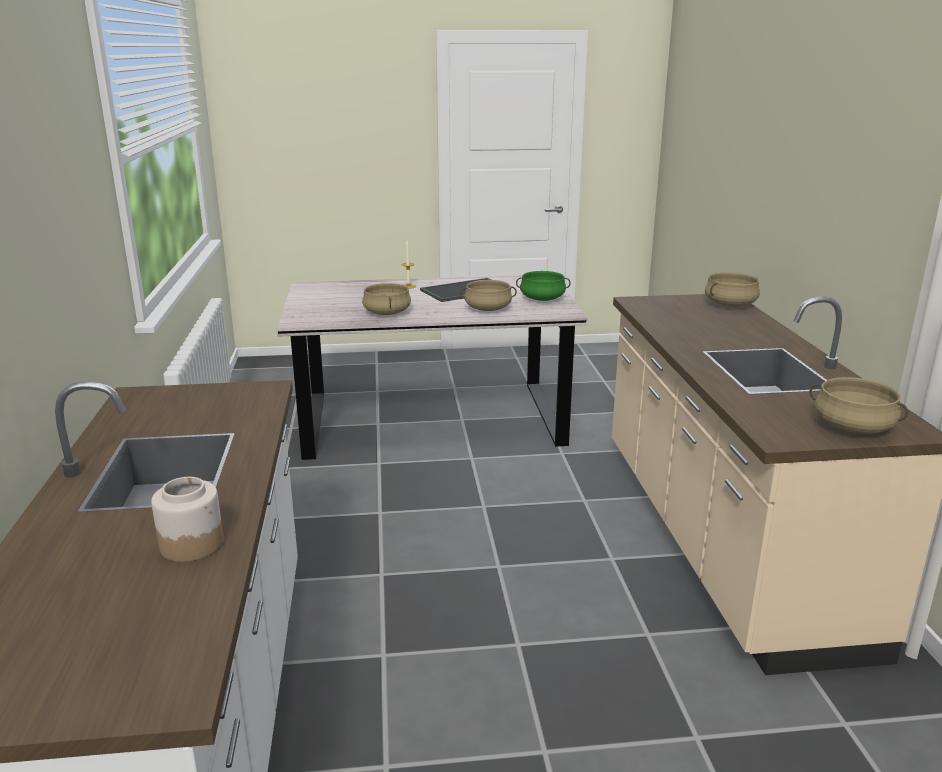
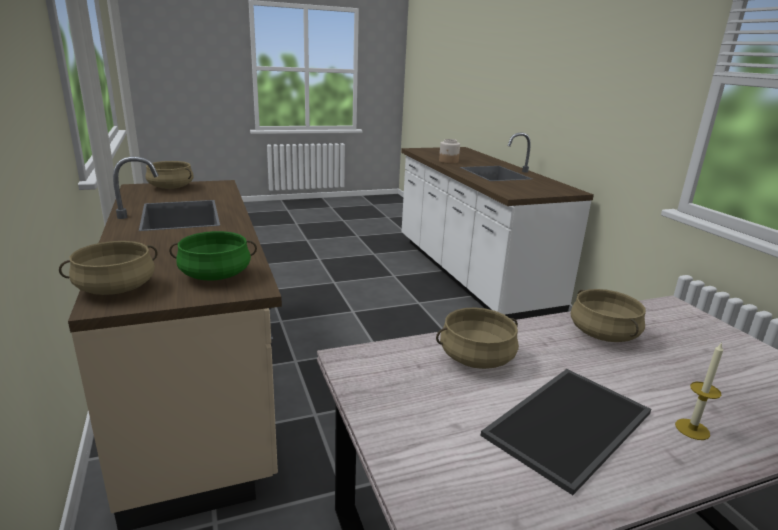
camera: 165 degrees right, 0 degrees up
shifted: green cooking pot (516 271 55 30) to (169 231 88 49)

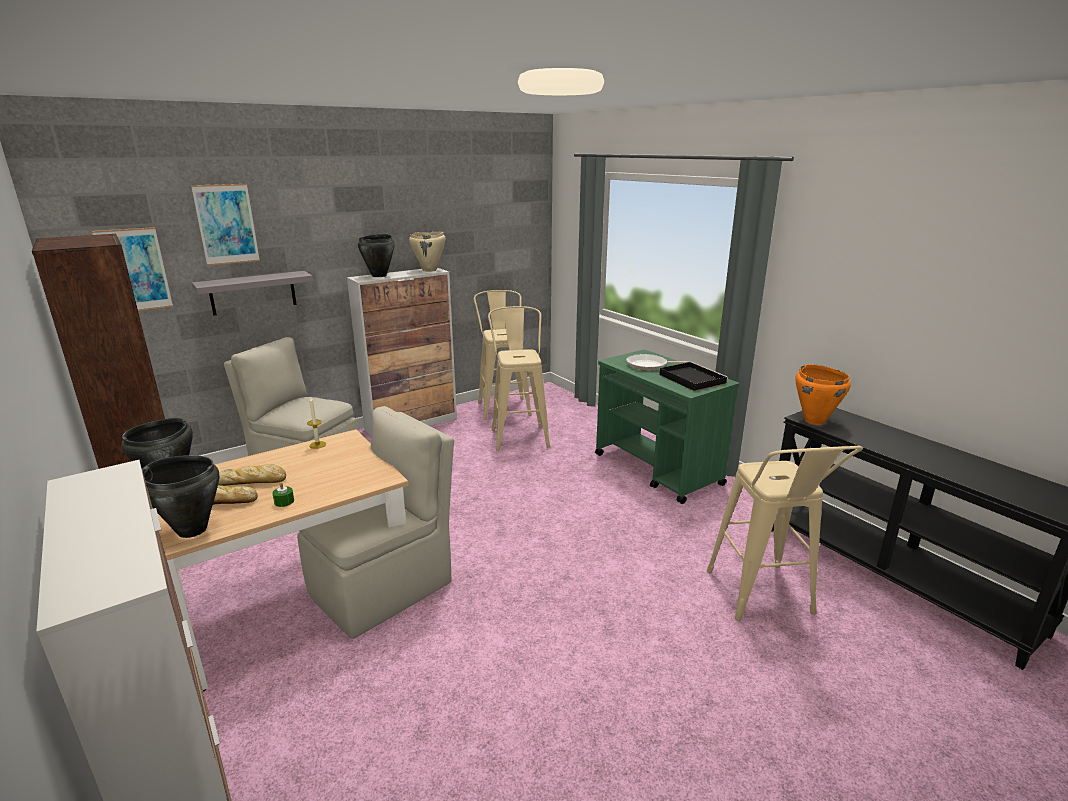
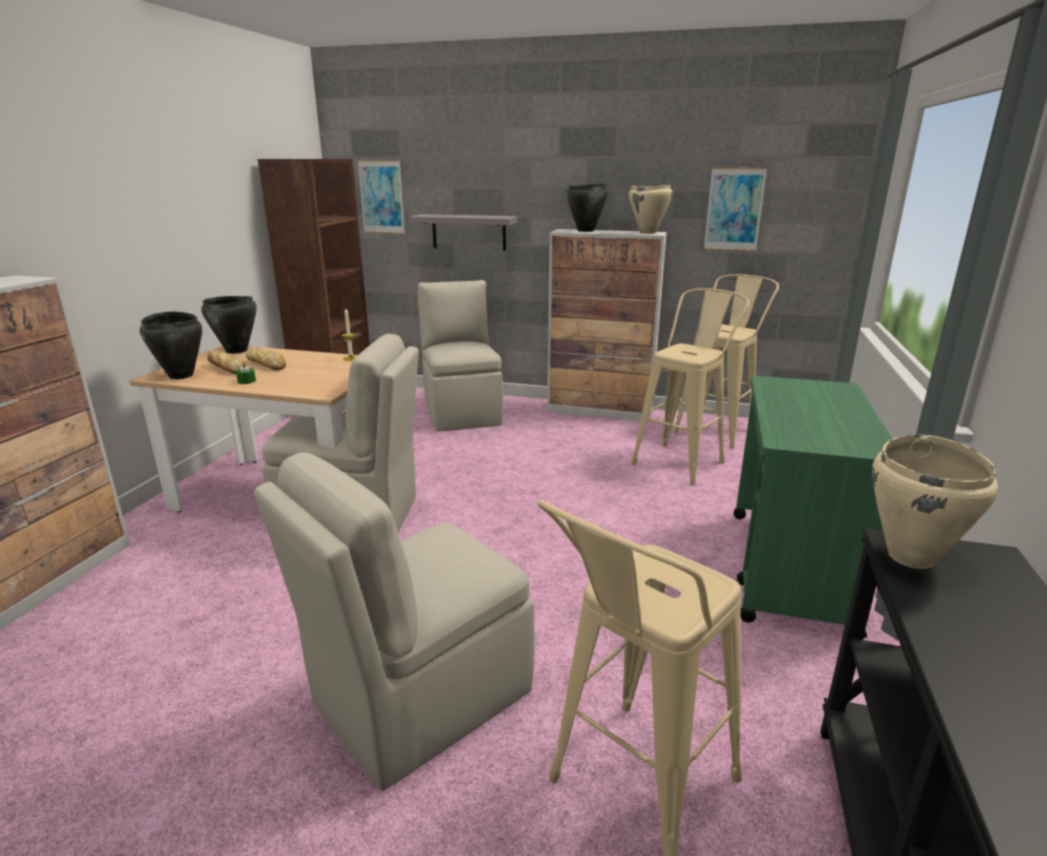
camera: 50 degrees right, 0 degrees up
gone: frying pan (626 354 64 17); black tray (659 362 69 29)
new: beige chair (254 452 281 339)
shifted: picture (191 184 69 82) to (704 168 63 83)
repainted: orange cooking pot (795 364 56 61) to beige cooking pot (872 434 126 135)

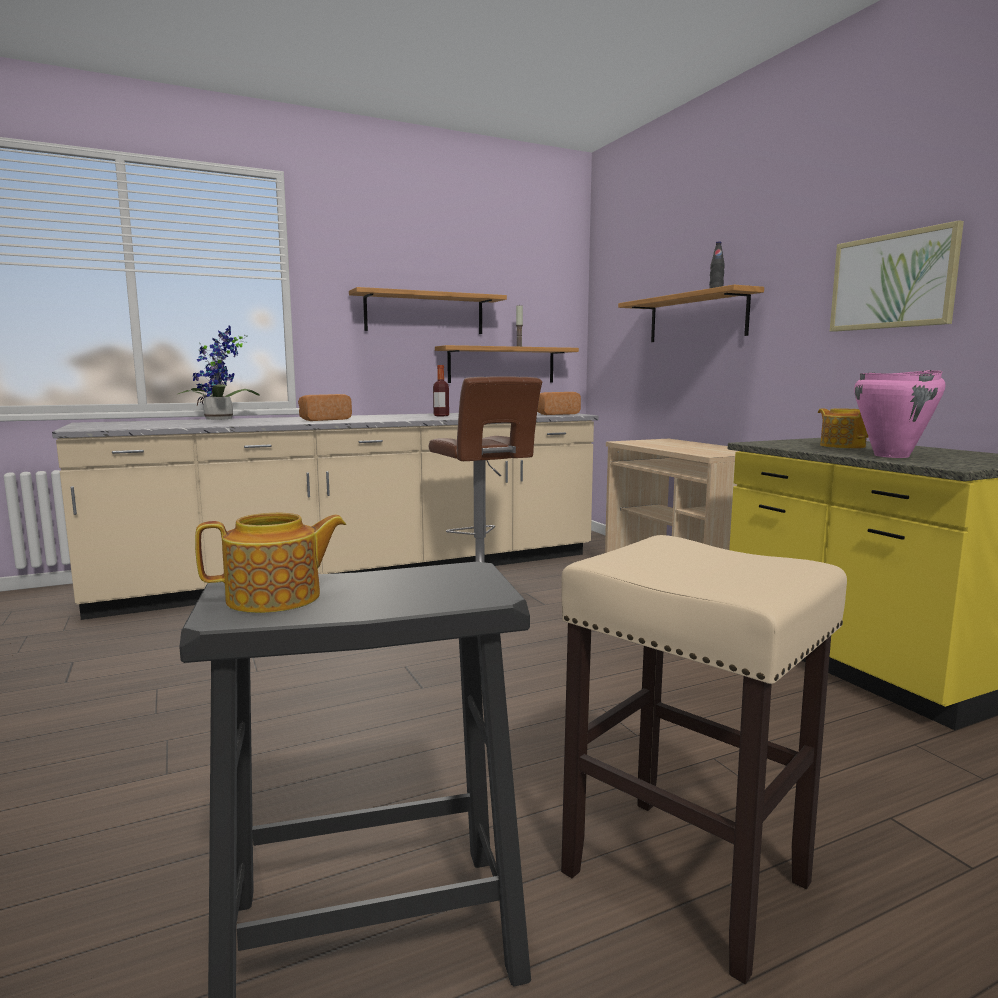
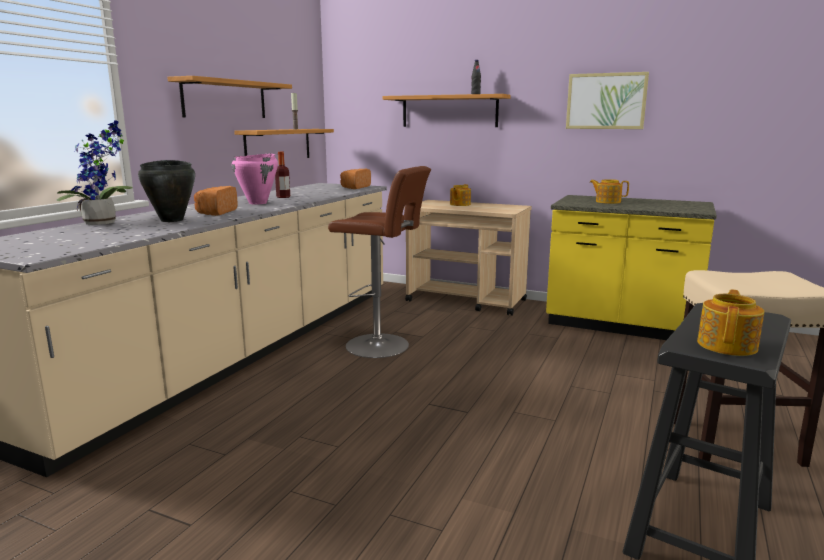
camera: 40 degrees left, 5 degrees up
new: black cooking pot (138 160 57 62); teapot (450 184 21 22)
shifted: pink cooking pot (854 370 91 88) to (232 153 46 51)

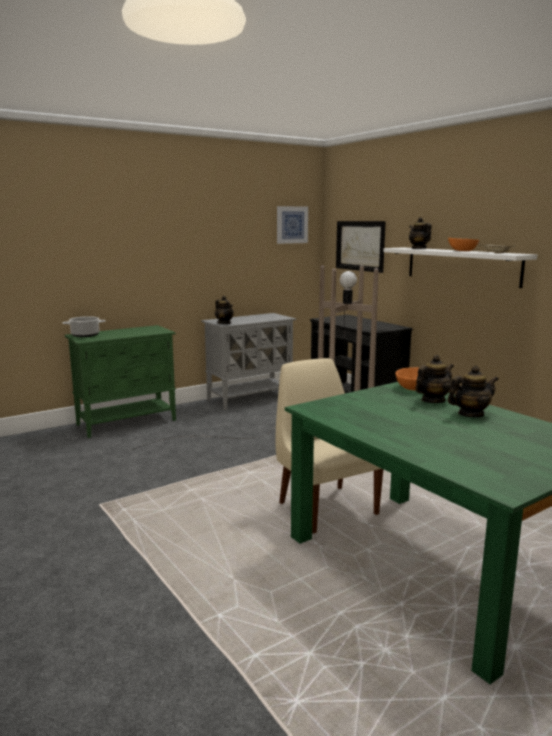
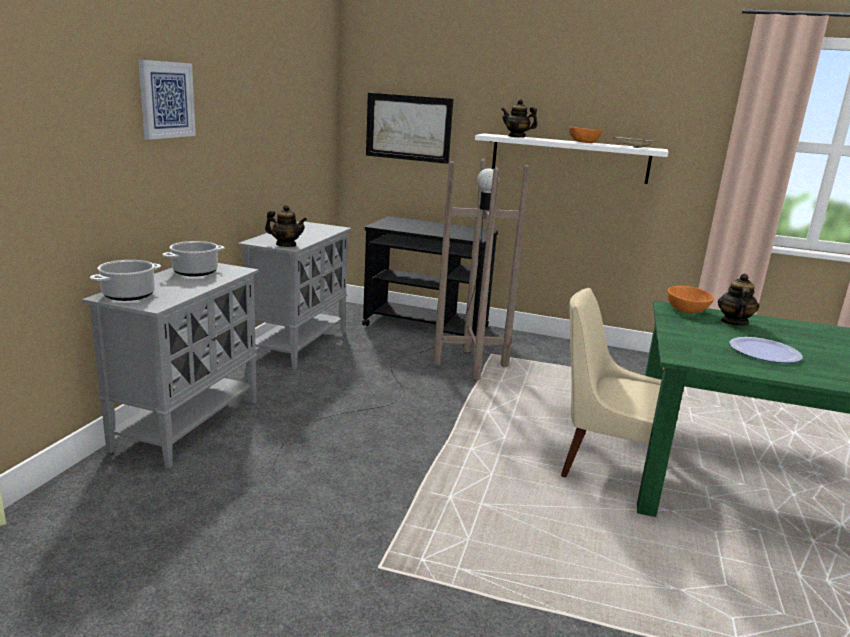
camera: 40 degrees left, 5 degrees up
gone: teapot (448 366 51 51)
new: cooking pot (162 241 62 36); plate (729 337 74 26)
shifted: picture (277 206 31 38) to (138 59 58 81)
repainted: green cabinet (65 325 111 113) to grey cabinet (82 263 177 206)

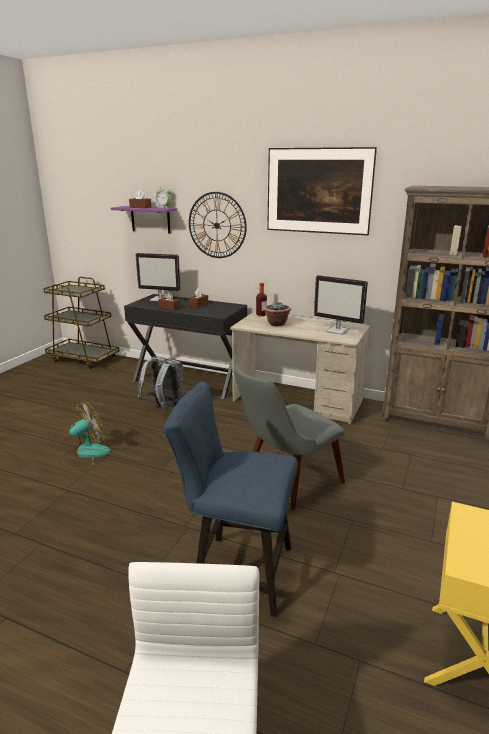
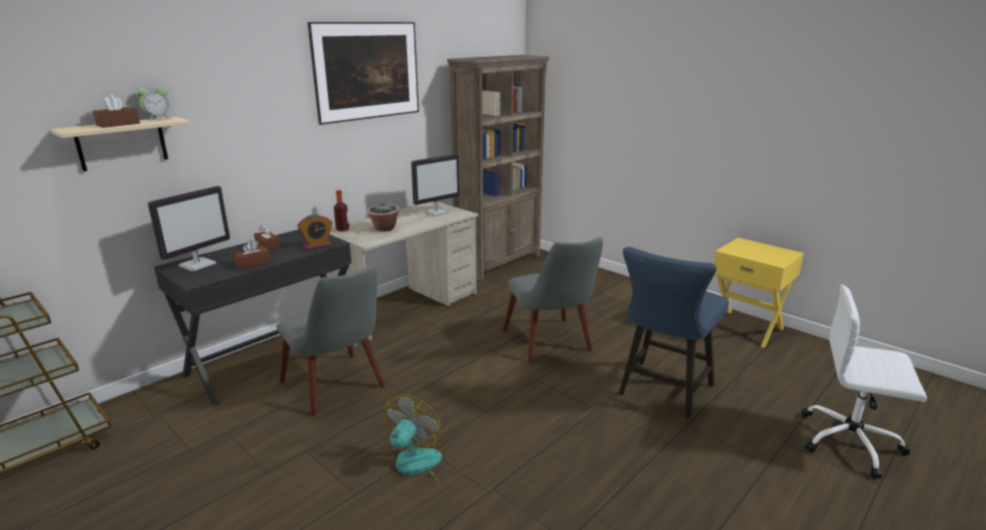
camera: 70 degrees left, 0 degrees up
gone: wall clock (189 192 58 66)
new: alarm clock (297 214 35 36)
swapped: grey backpack (138 357 46 53) to grey chair (277 264 108 152)
repainted: purple shelf (111 206 66 27) to beige shelf (51 117 139 55)
rotated: fan (61 402 49 68) = (382 394 60 101) 45 degrees clockwise

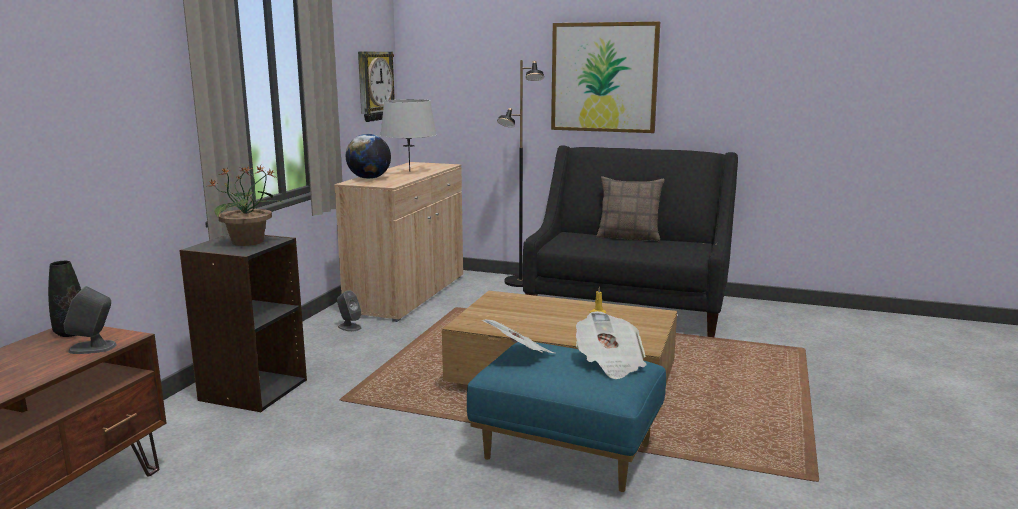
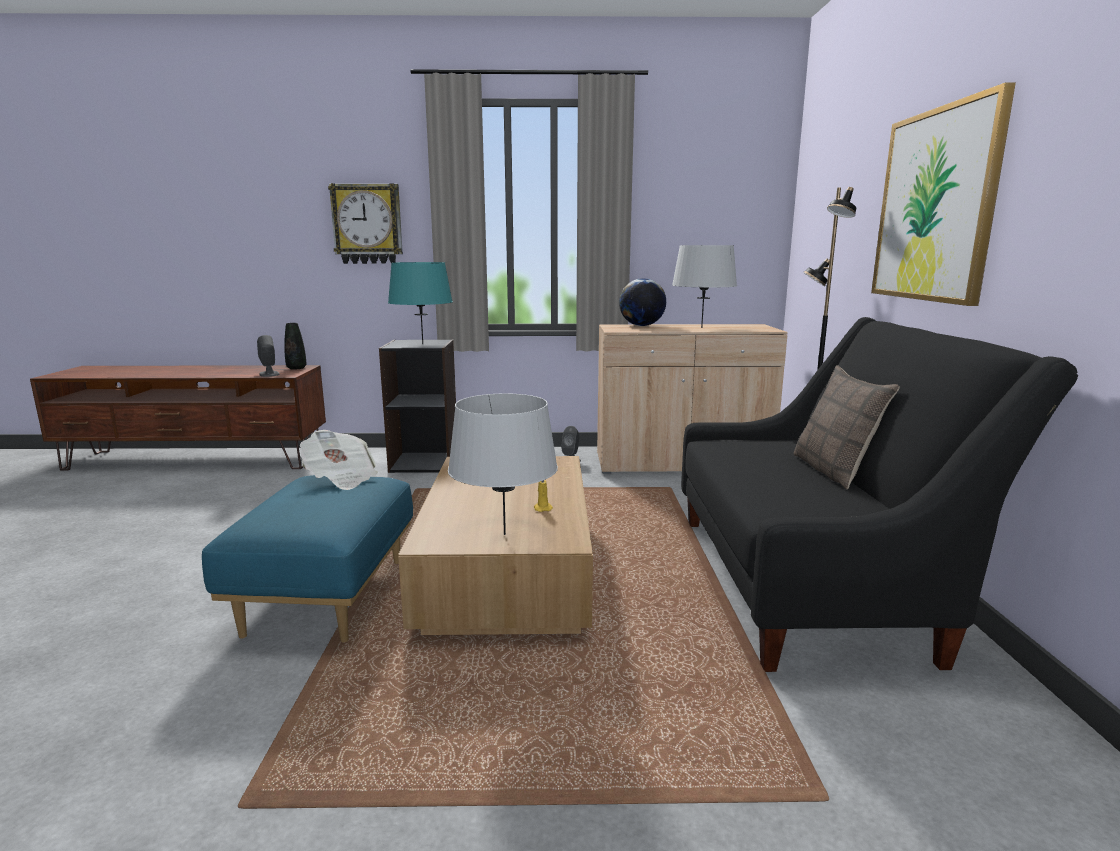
camera: 70 degrees right, 0 degrees up
gone: newspaper (576 311 70 68)
new: grey table lamp (448 393 110 142)
shifted: wall clock (358 51 37 71) to (328 183 75 81)
swapped: potted plant (209 165 76 81) to turquoise table lamp (388 262 65 82)

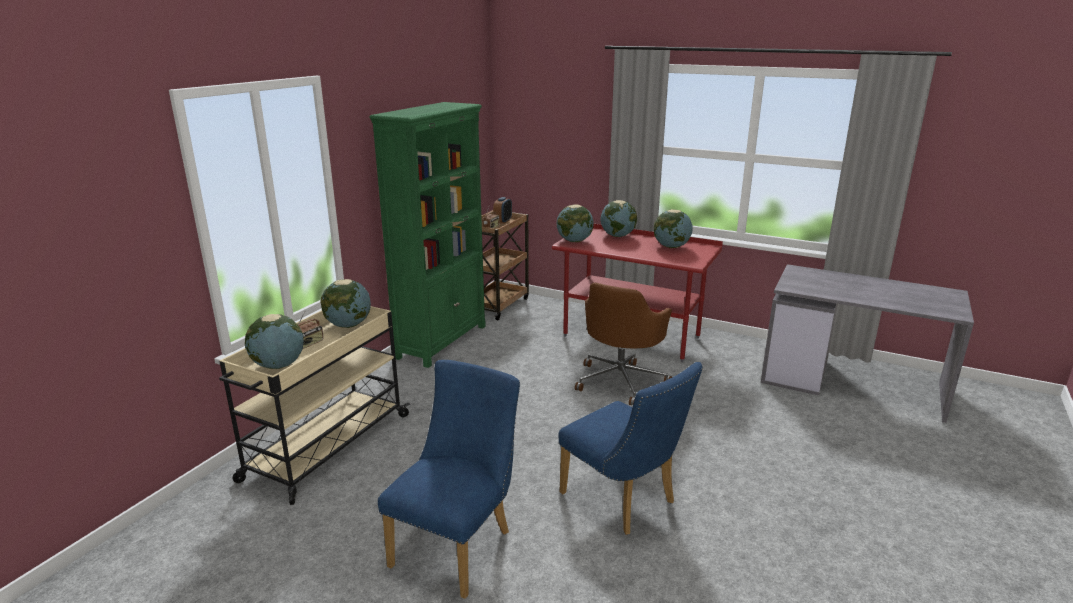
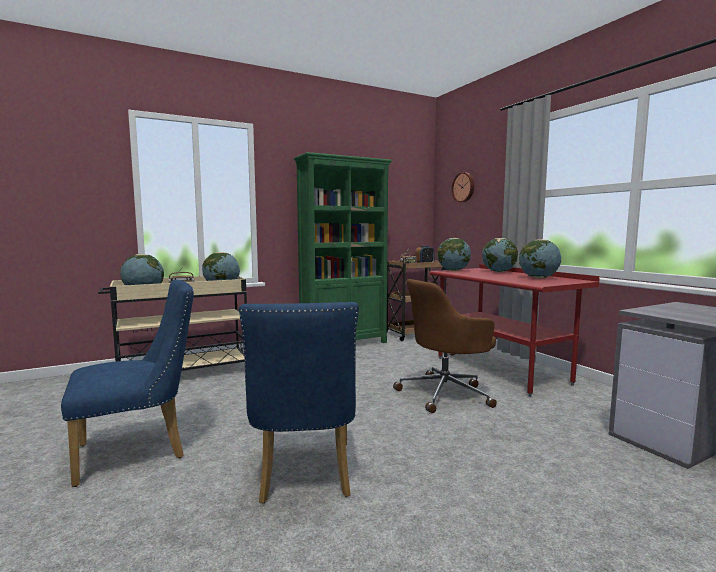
camera: 35 degrees right, 15 degrees down
new: wall clock (452 172 22 31)

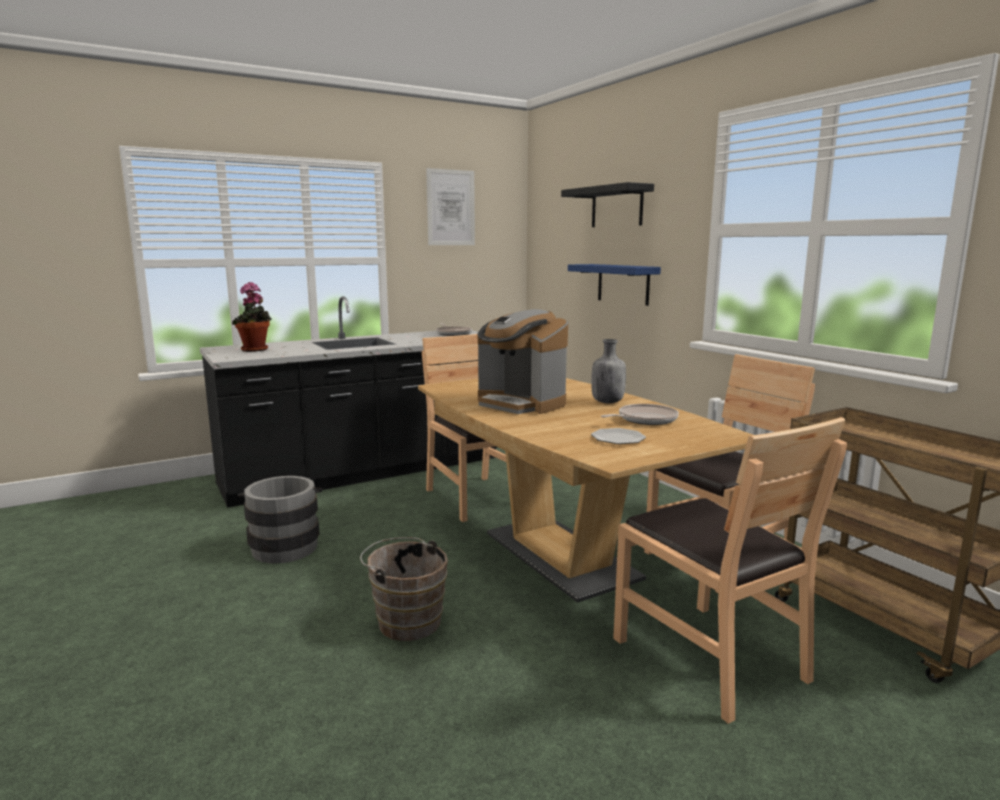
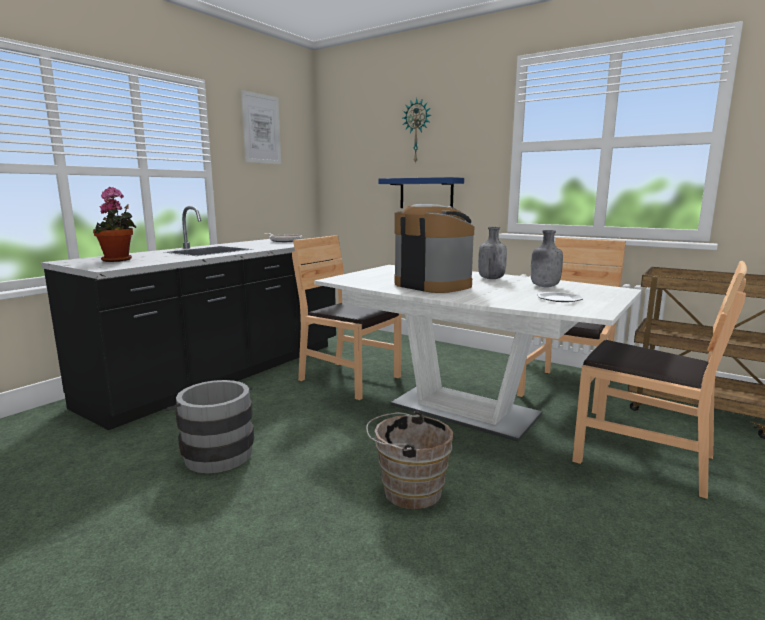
camera: 25 degrees left, 0 degrees up
swapped: black shelf (561 182 93 45) to wall clock (402 98 29 66); frying pan (601 404 78 21) to grey bottle (531 230 32 57)
repainted: brown dining table (418 378 335 225) to white dining table (314 265 328 177)
rotated: coffee machine (477 309 91 105) = (394 204 81 89) 150 degrees counterclockwise

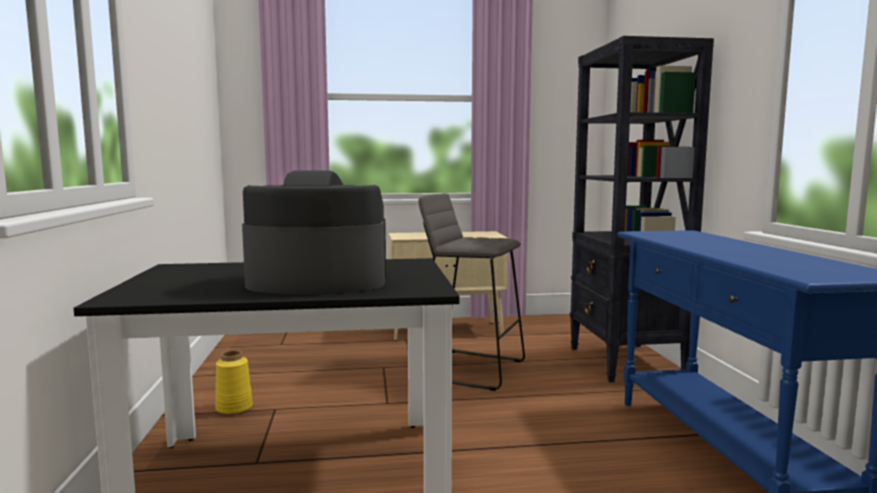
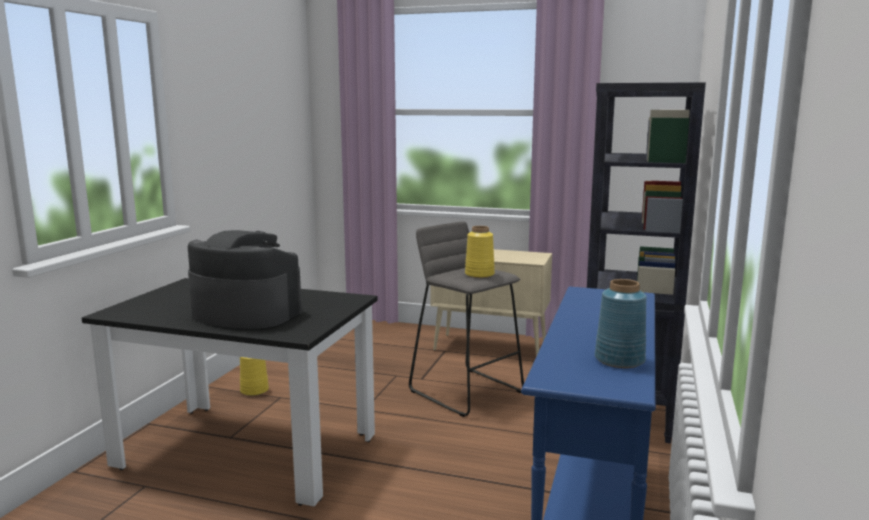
camera: 25 degrees right, 5 degrees up
new: yellow vase (465 226 30 52); blue vase (595 279 52 89)

